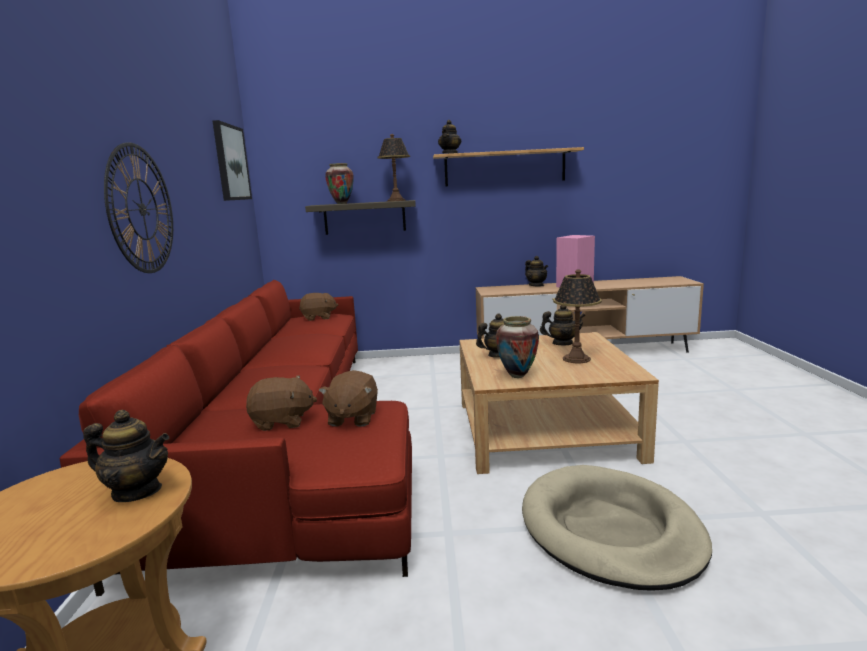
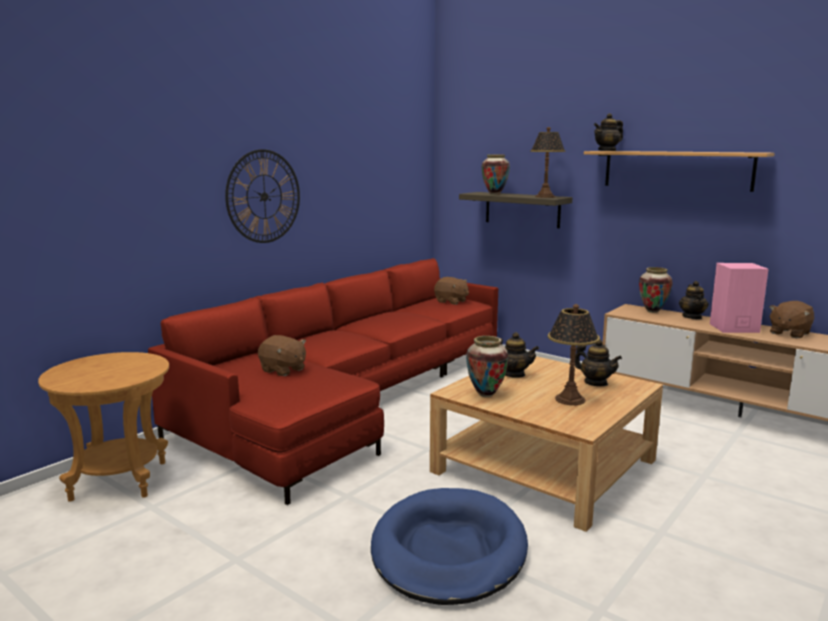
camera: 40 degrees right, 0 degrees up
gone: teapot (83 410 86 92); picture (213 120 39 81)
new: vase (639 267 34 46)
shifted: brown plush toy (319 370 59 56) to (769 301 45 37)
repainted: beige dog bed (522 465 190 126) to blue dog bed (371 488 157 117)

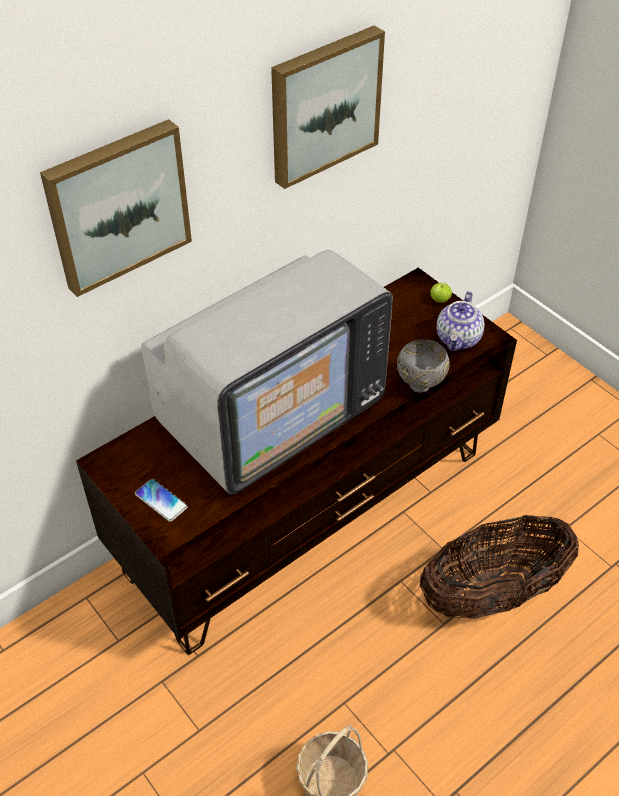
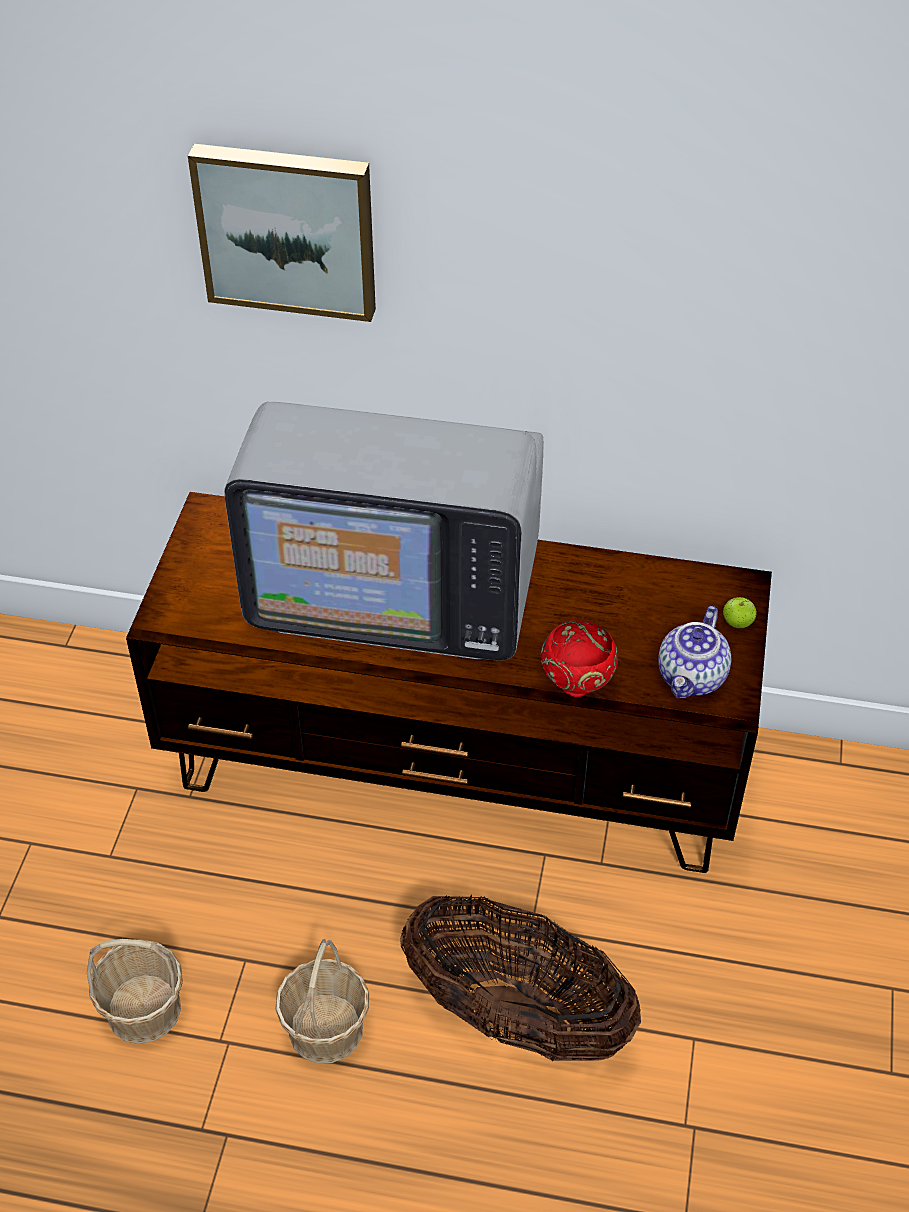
camera: 50 degrees right, 0 degrees up
gone: phone (135 479 53 43); picture (271 26 114 163)
new: basket (275 939 94 124)
repainted: grey bowl (397 339 53 54) to red bowl (541 620 77 77)
rotated: teapot (437 291 47 60) = (658 606 73 92) 45 degrees counterclockwise

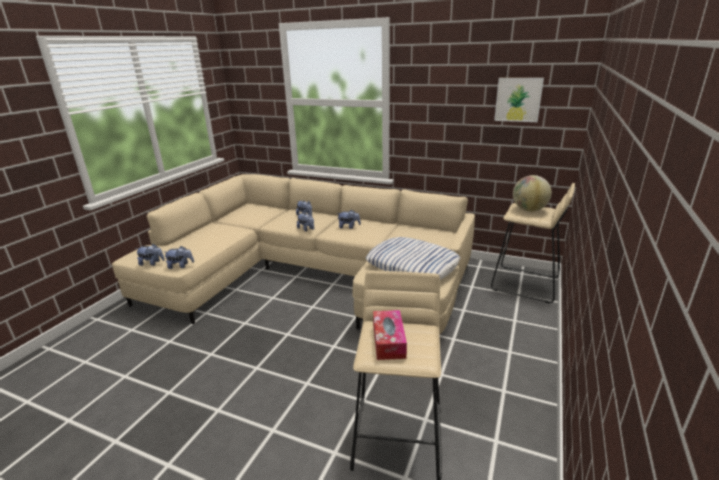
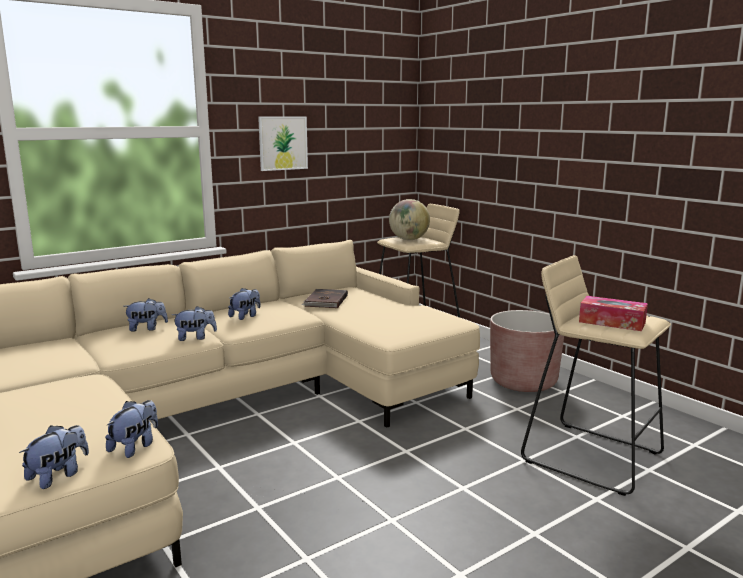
camera: 60 degrees left, 10 degrees down
gone: pillow (366 237 94 43)
new: brown book (302 289 46 19); brown planter (490 310 74 82)
shifted: picture (494 78 50 44) to (258 117 50 54)

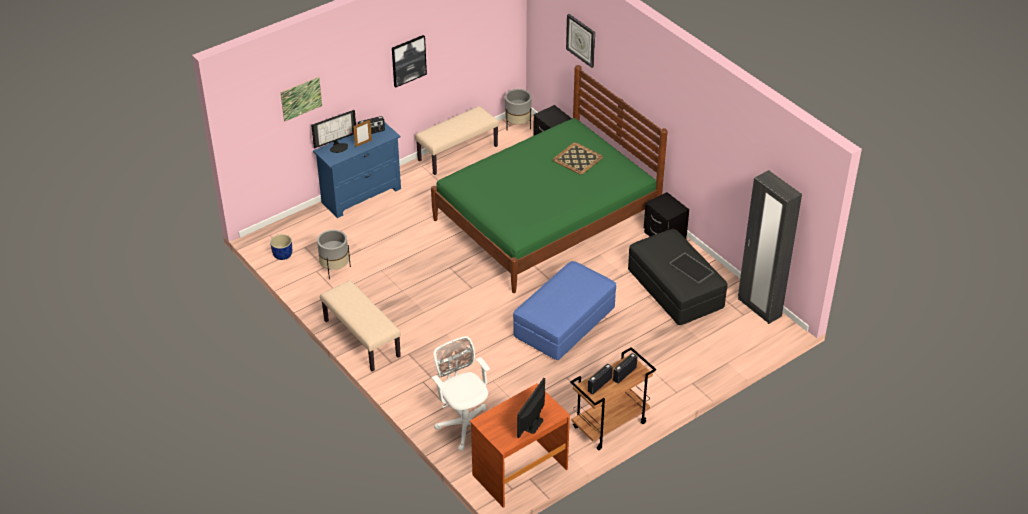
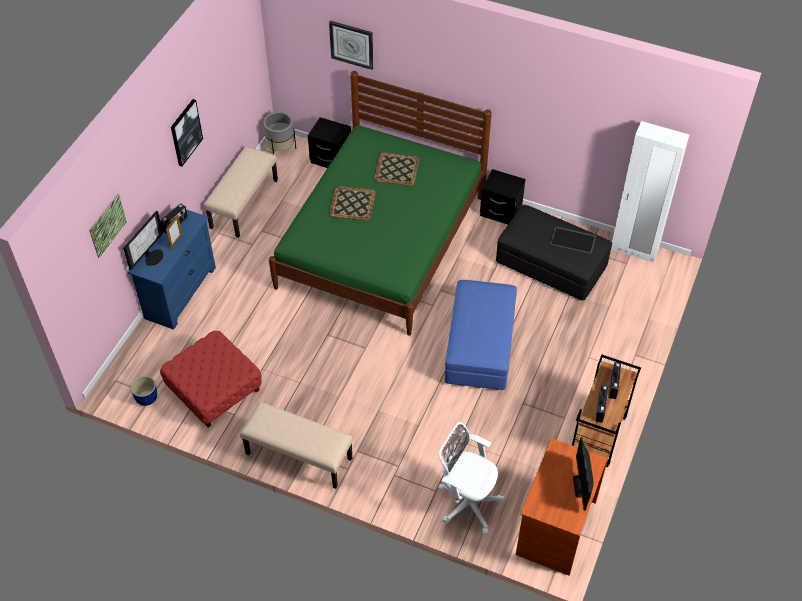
camera: 30 degrees left, 10 degrees up
new: tray (329 186 47 35)
swapped: grey planter (317 230 34 49) to red ottoman (160 331 102 96)
repainted: black wardrobe (738 170 64 154) to white wardrobe (611 121 78 142)

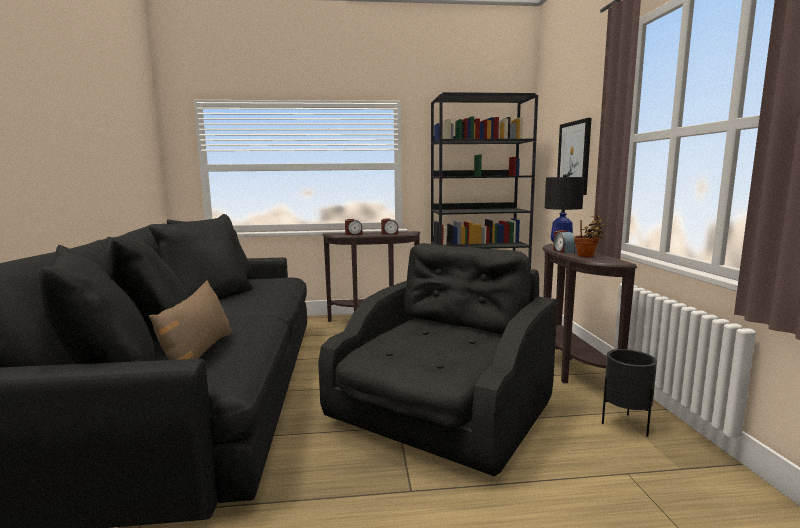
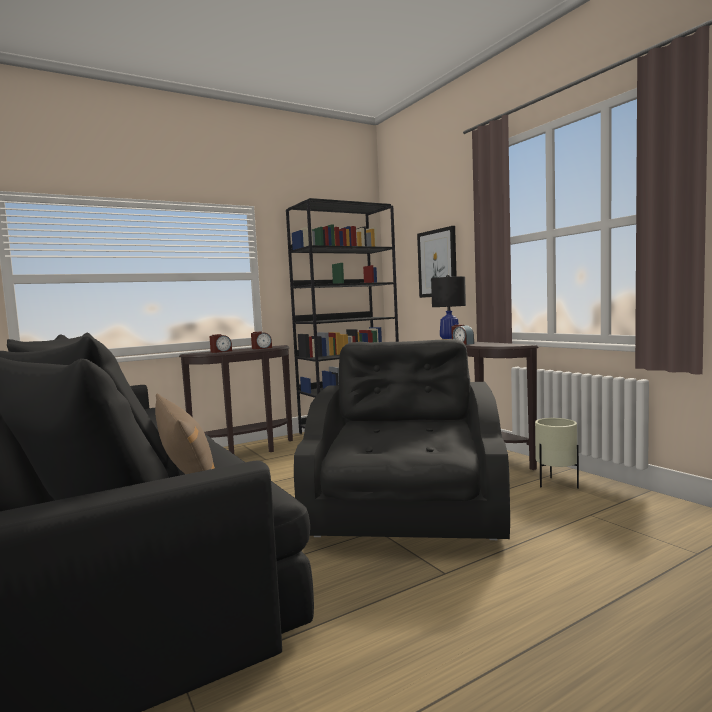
camera: 25 degrees left, 5 degrees down
gone: potted plant (574 216 32 41)
repainted: black planter (602 349 55 88) to beige planter (535 418 44 71)

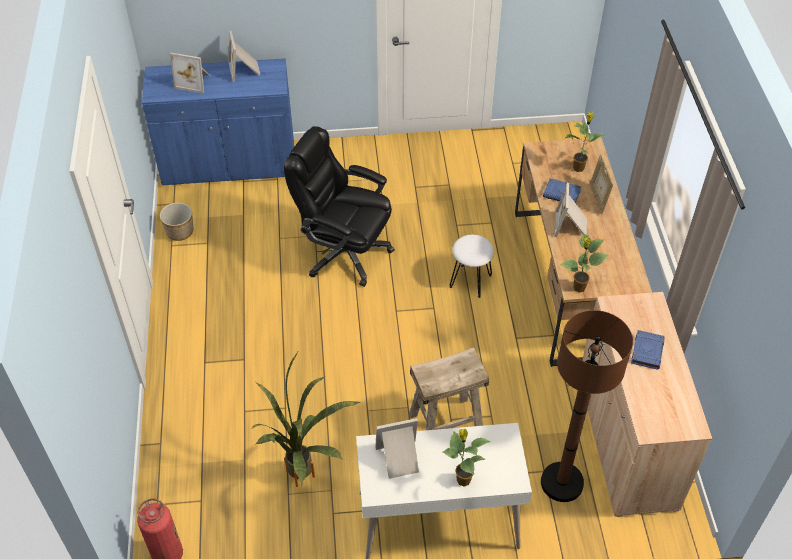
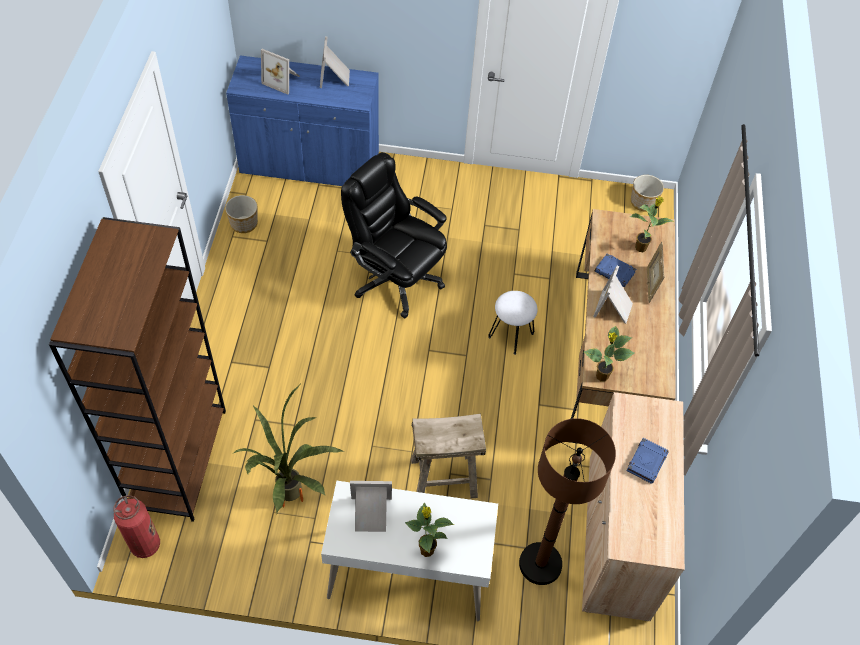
camera: 10 degrees right, 5 degrees up
new: brown bookcase (49 217 177 305); planter (631 175 33 36)

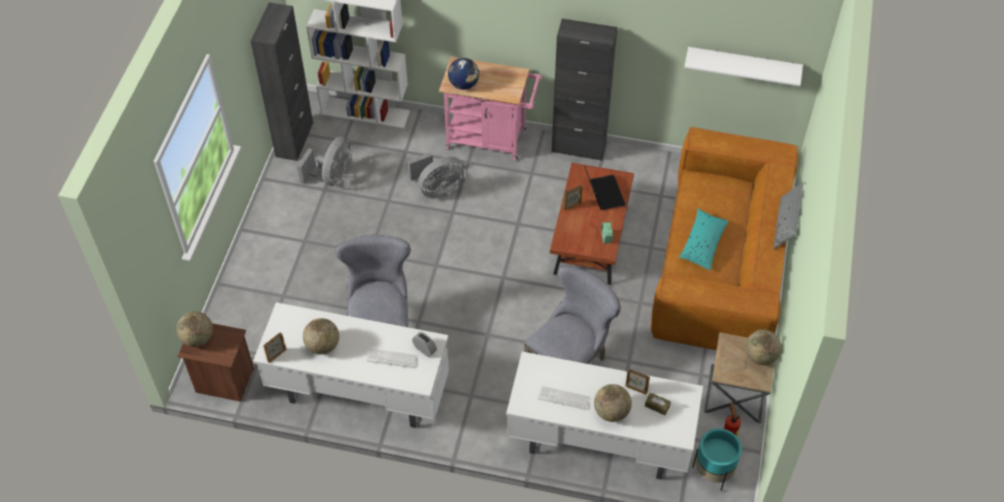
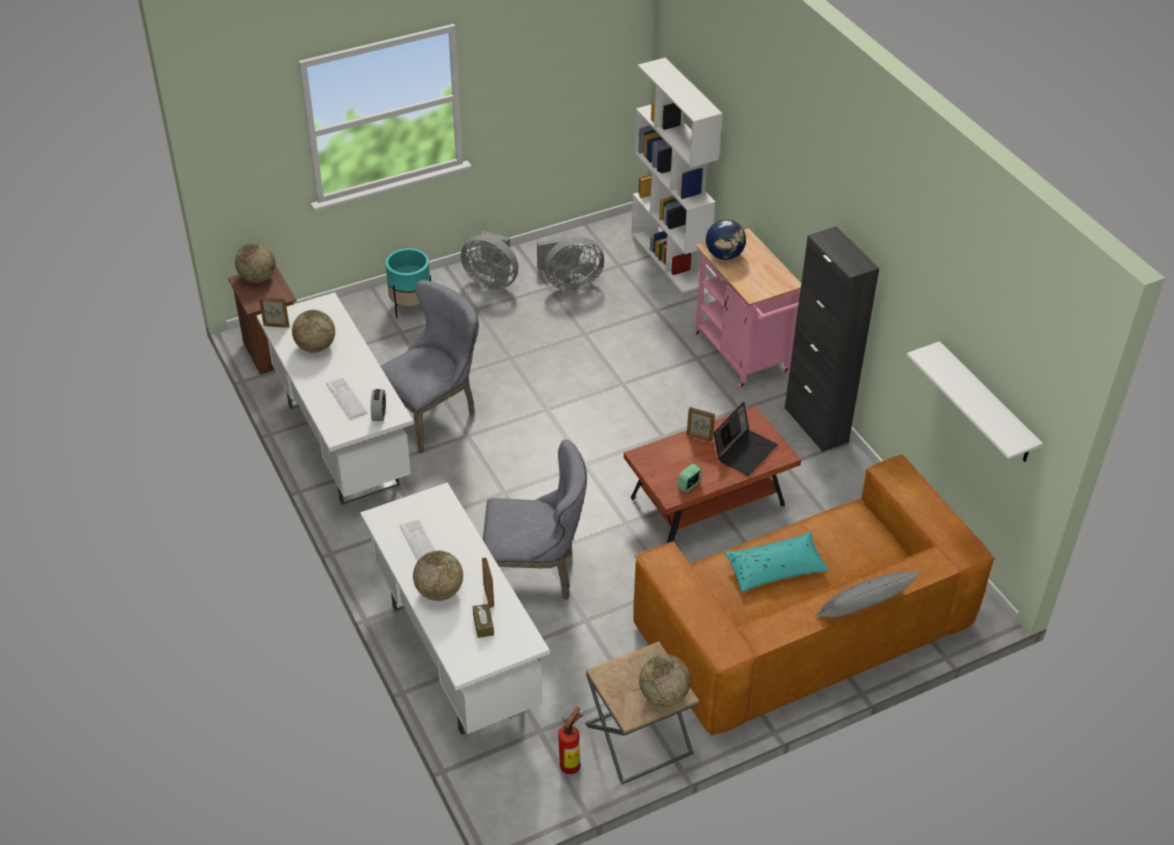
camera: 50 degrees right, 10 degrees down
gone: black cabinet (251 2 62 159)
shifted: grey fan (408 152 59 46) to (461 230 57 60); turquoise planter (692 428 50 63) to (385 248 46 71)

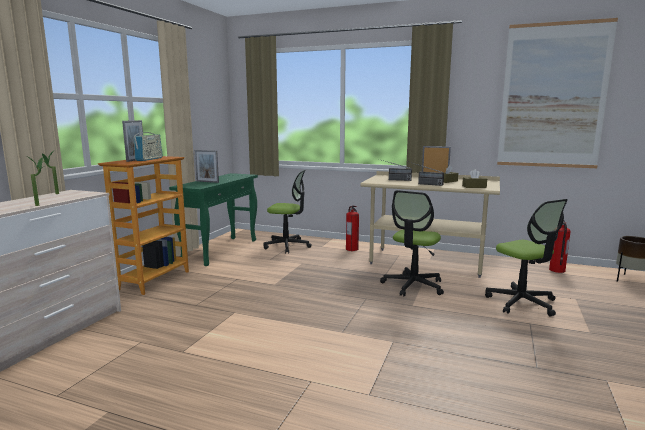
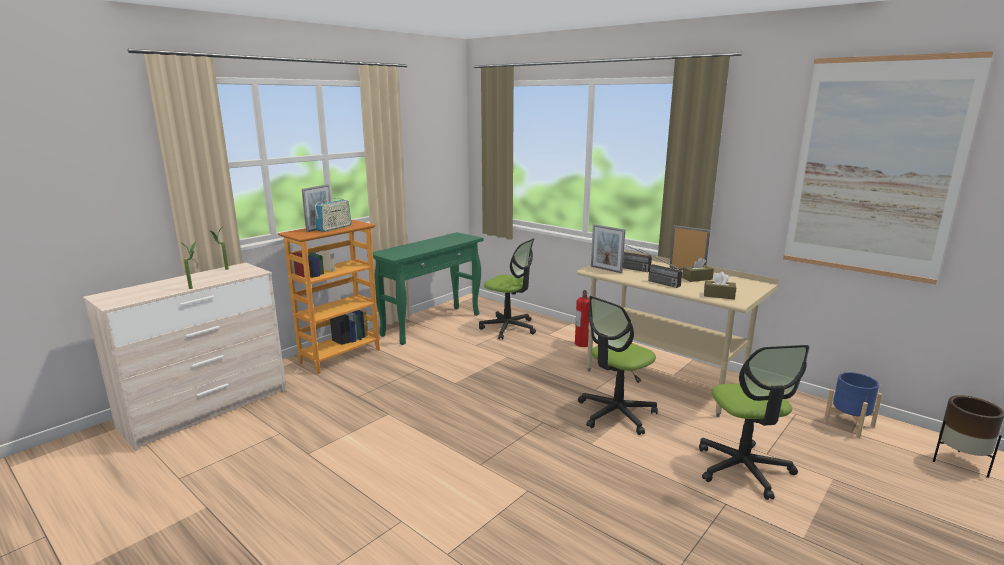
camera: 20 degrees right, 5 degrees up
shifted: picture frame (195 150 24 33) to (591 224 34 49)
swapped: fire extinguisher (549 220 22 53) to blue planter (824 372 58 66)

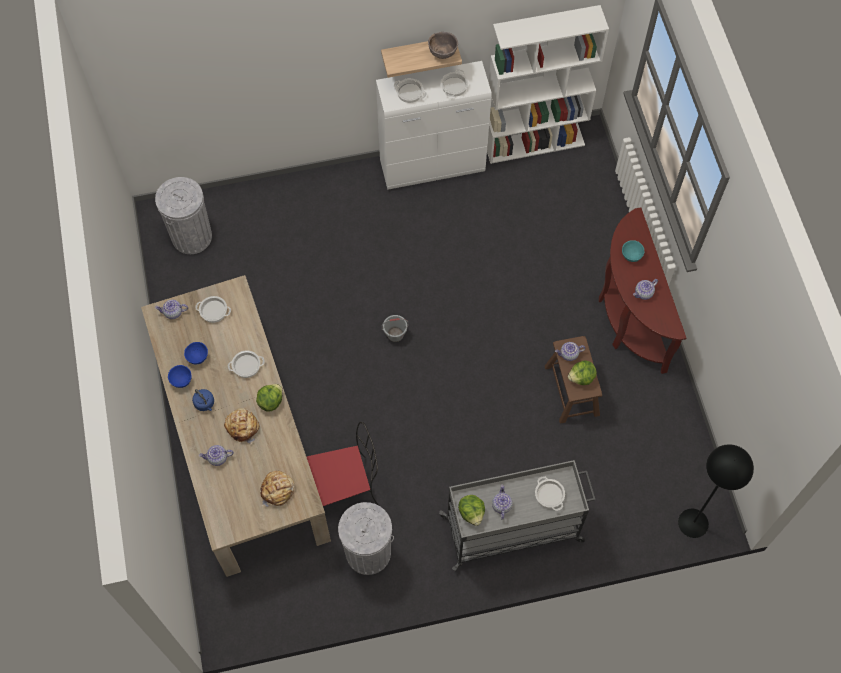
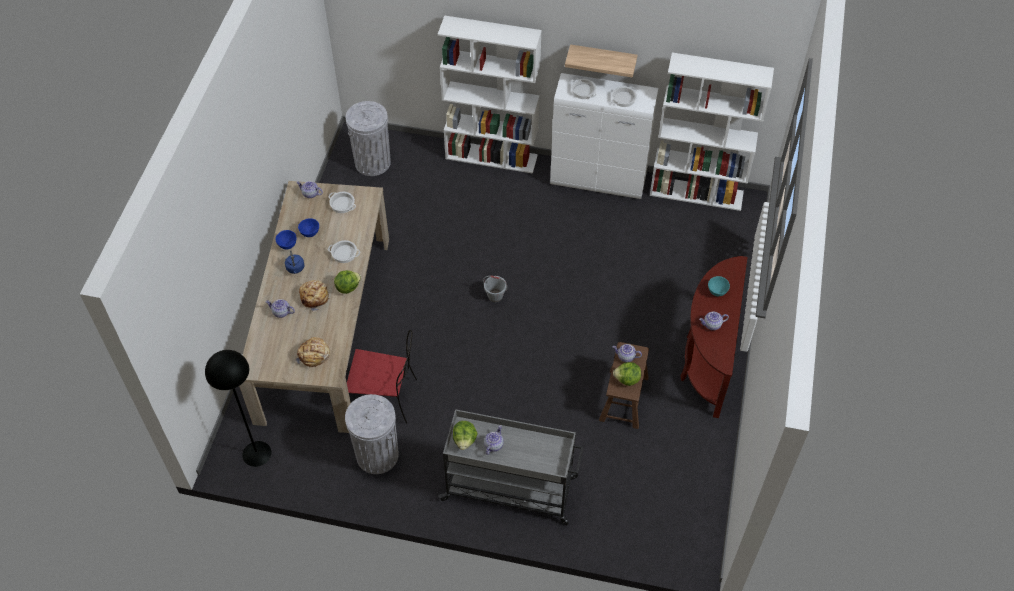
camera: 25 degrees right, 10 degrees down
gone: brown bowl (428 32 30 27); cooking pot (535 477 30 34)
new: white bookcase (438 15 104 159)
shifted: black floor lamp (678 444 76 94) to (205 350 66 117)

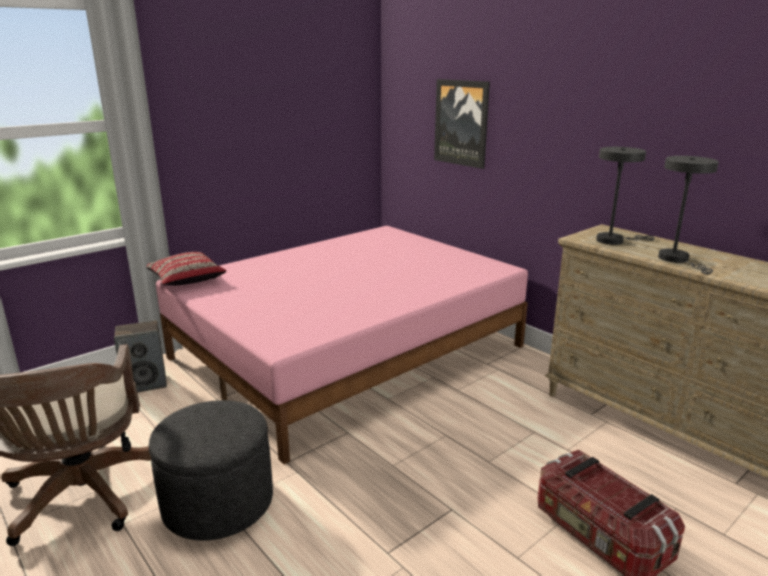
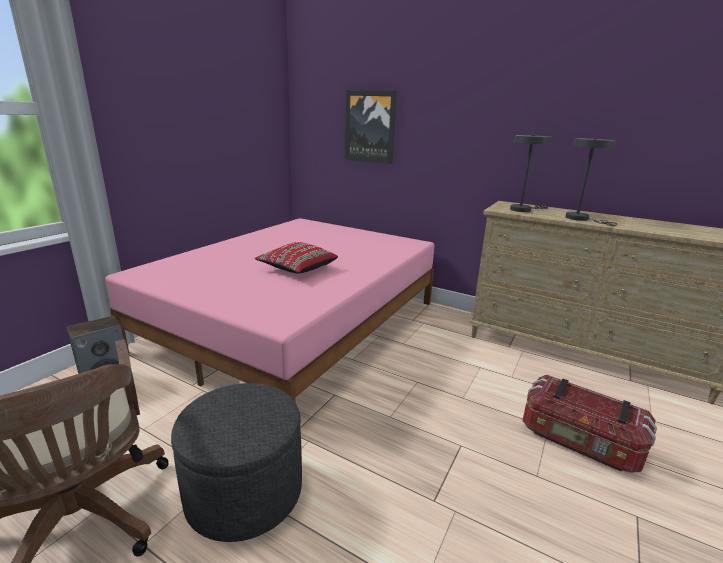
camera: 20 degrees left, 0 degrees up
shifted: red pillow (147 252 79 33) to (255 242 83 31)

